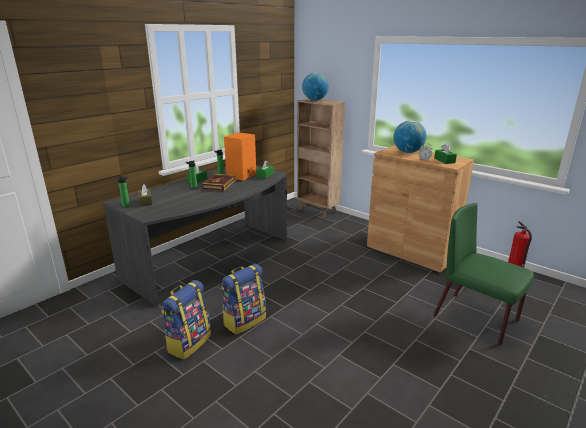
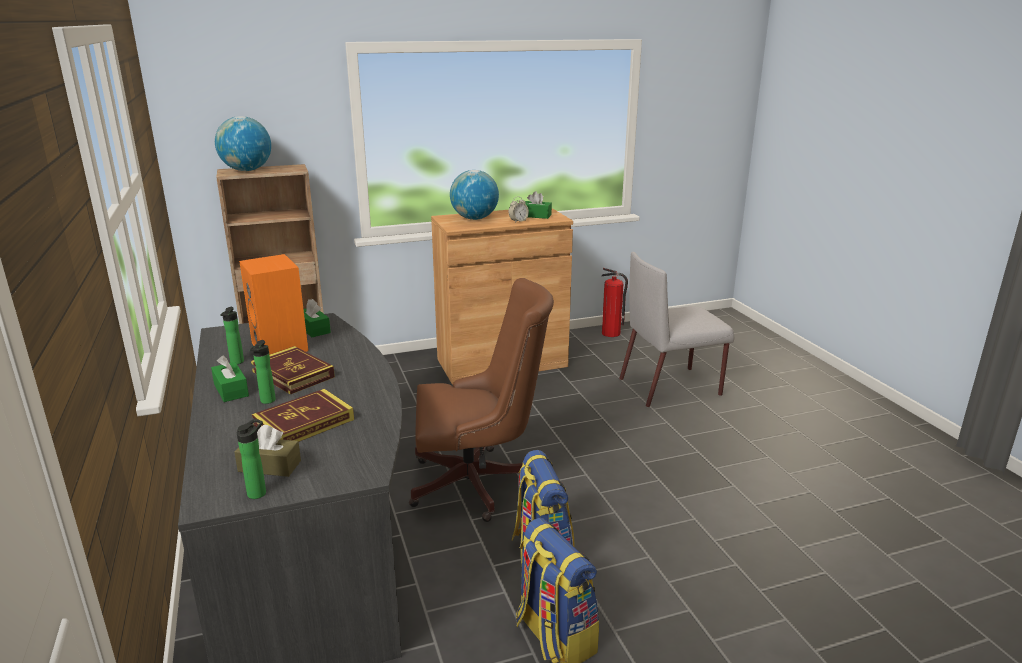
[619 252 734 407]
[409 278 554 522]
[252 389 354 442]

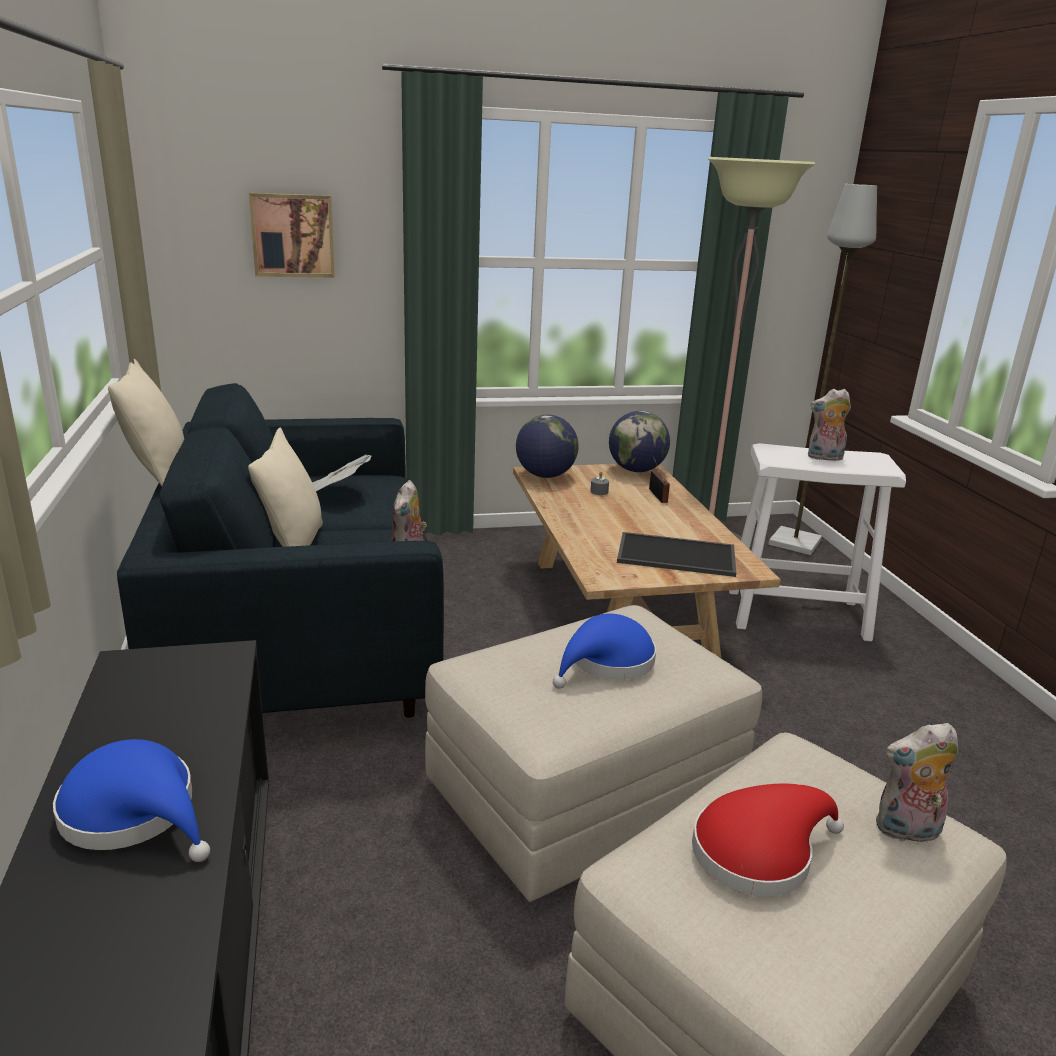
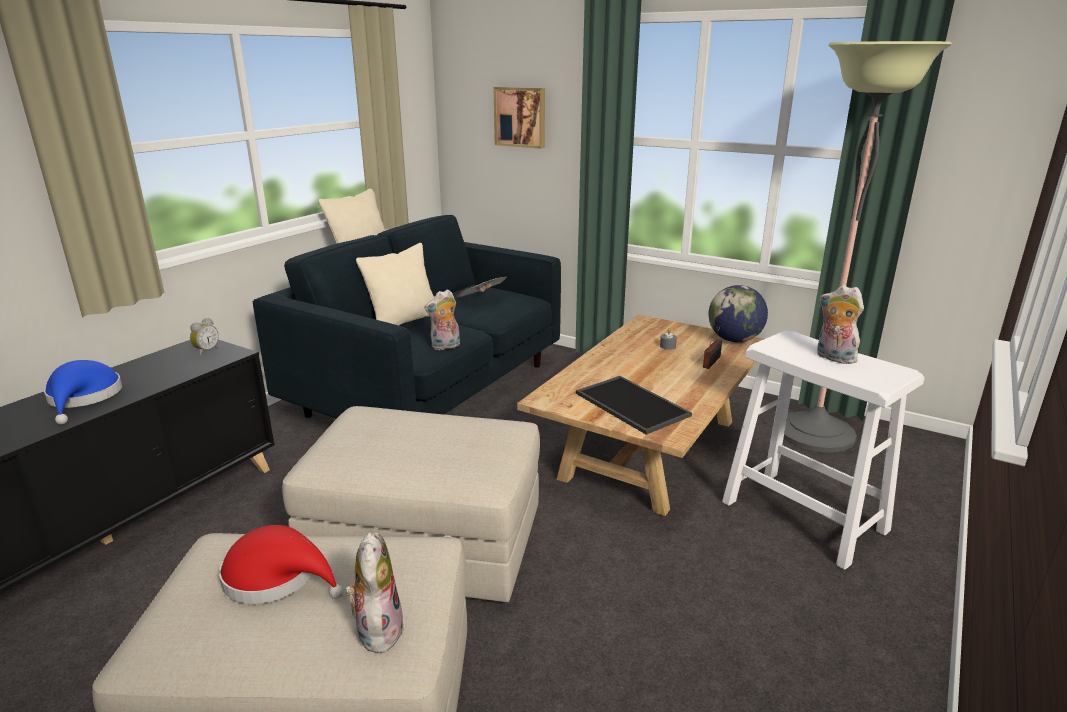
[768 184 877 555] (first image)
[516 415 579 478] (first image)
[553 614 656 689] (first image)
[345 532 404 653]
[190 318 219 356]

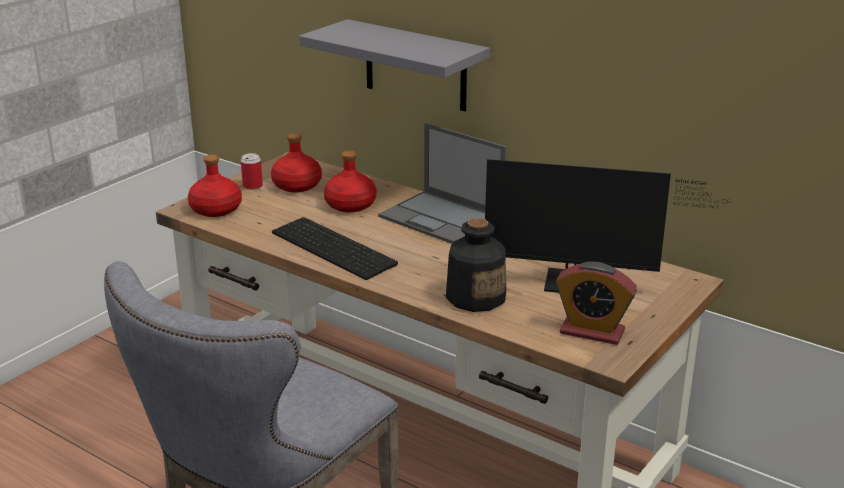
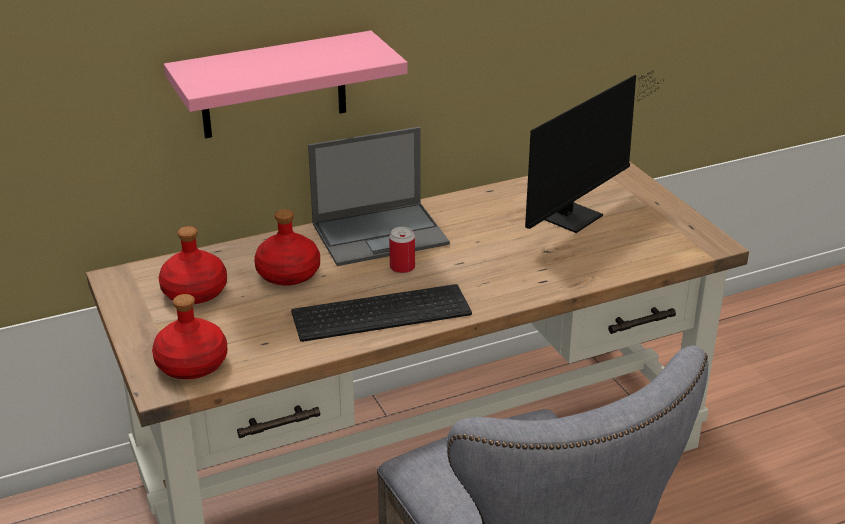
[164 31 408 139]
[389 227 415 273]
[446 218 506 312] (first image)
[556 262 637 345] (first image)

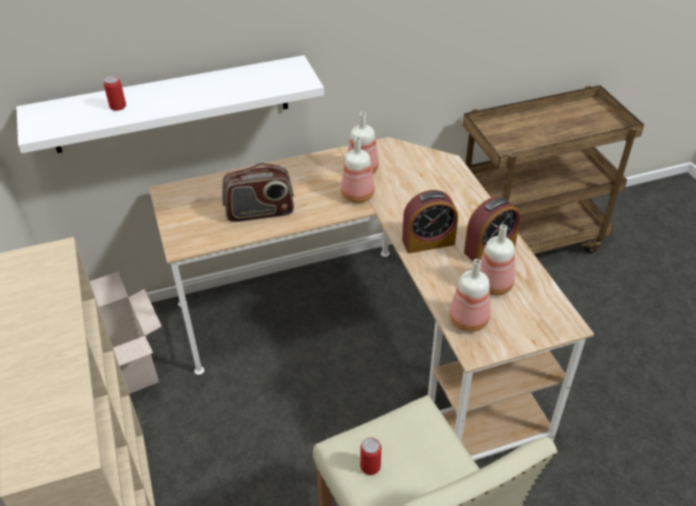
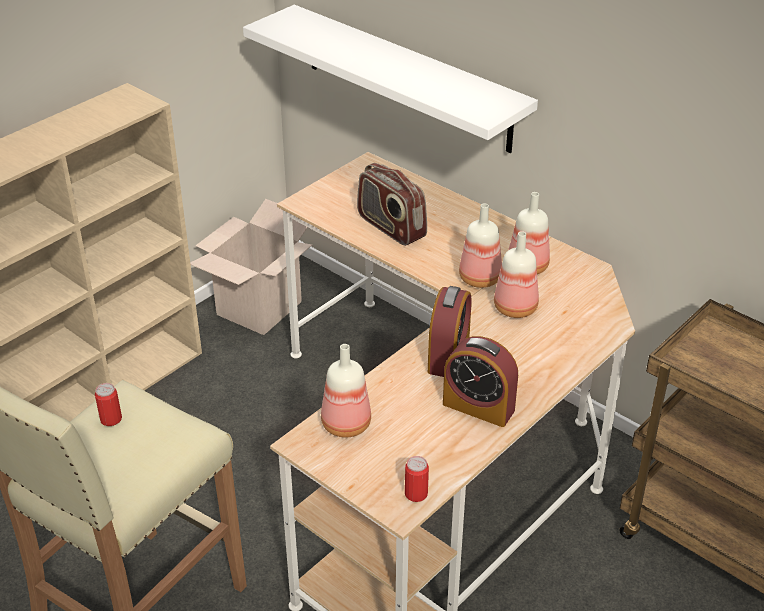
[405 456 429 502]
[428 286 472 377]
[494 231 539 318]

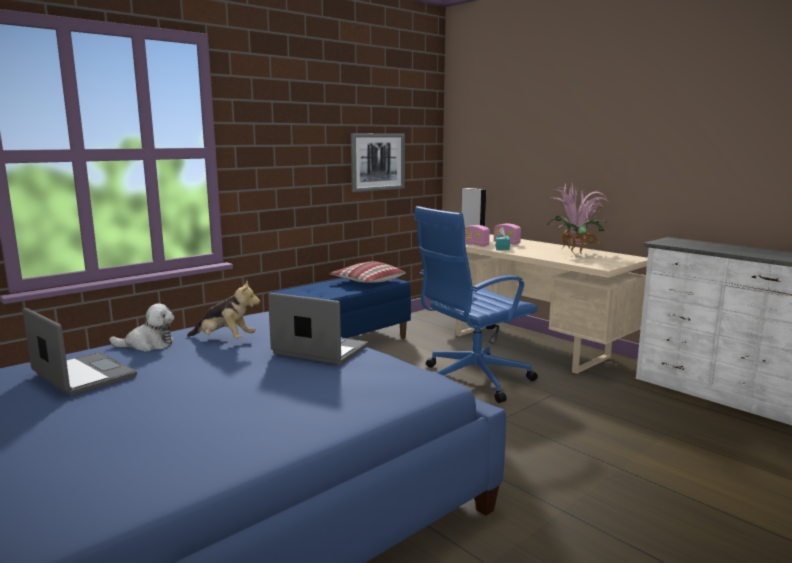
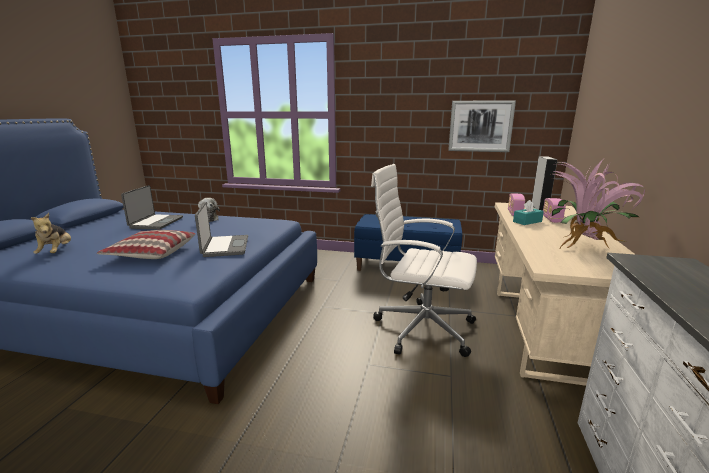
[371 164 477 357]
[97 230 195 259]
[31 213 71 254]

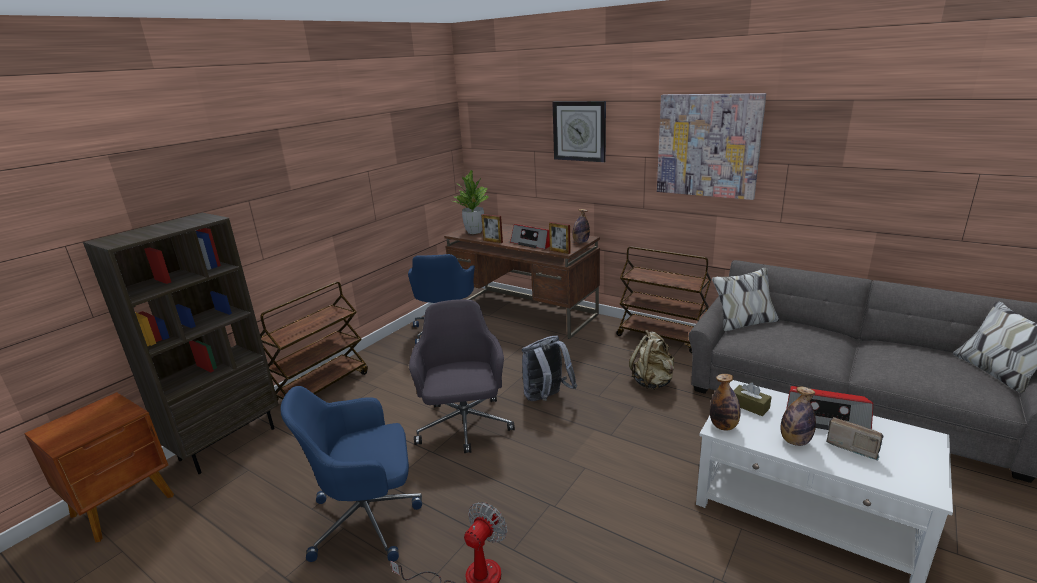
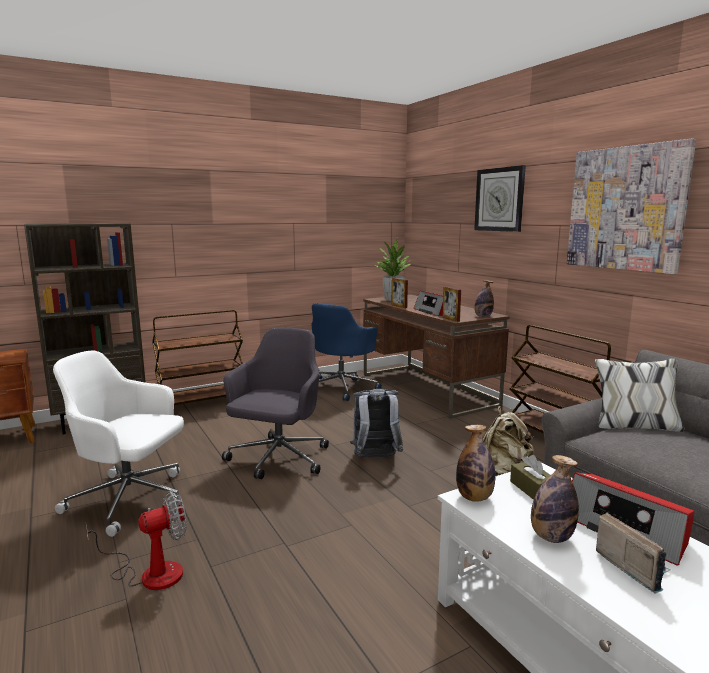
[53 350 184 537]

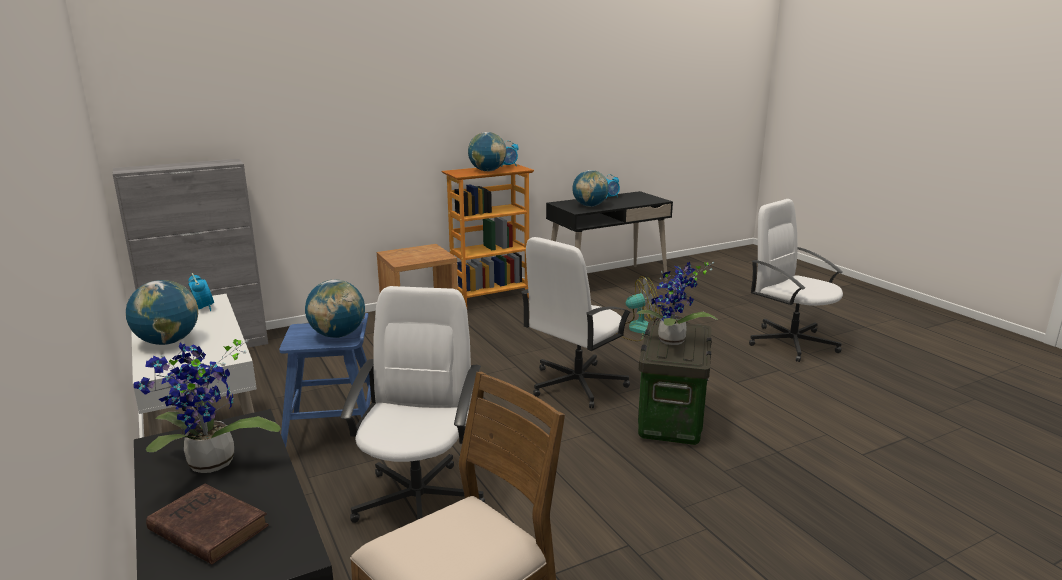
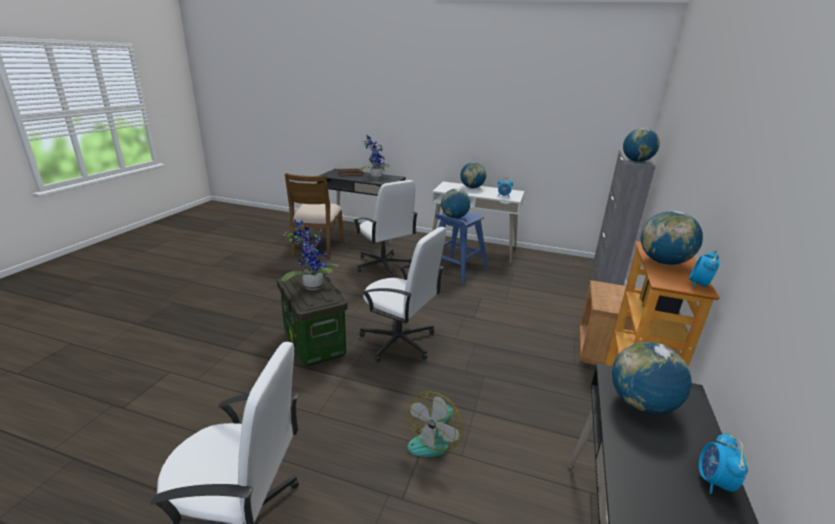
[360 227 446 362]
[623 128 660 162]

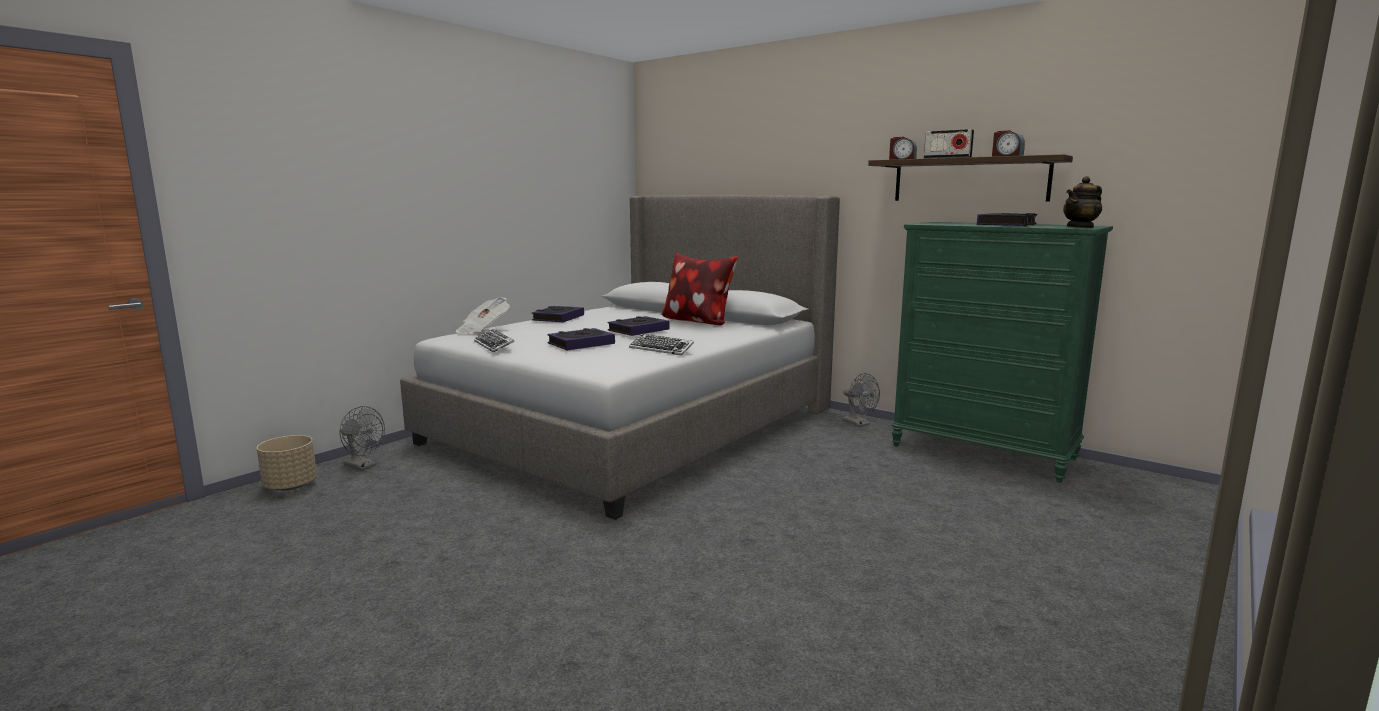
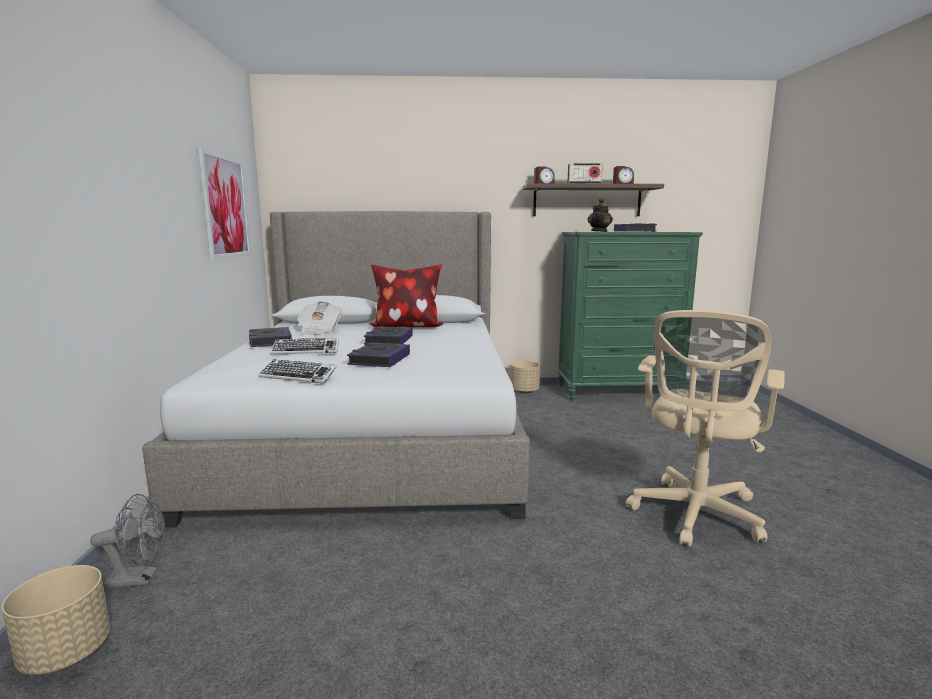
[587 198 613 232]
[297 301 342 335]
[271 338 339 354]
[510 361 540 393]
[198 148 251 260]
[626 310 785 547]

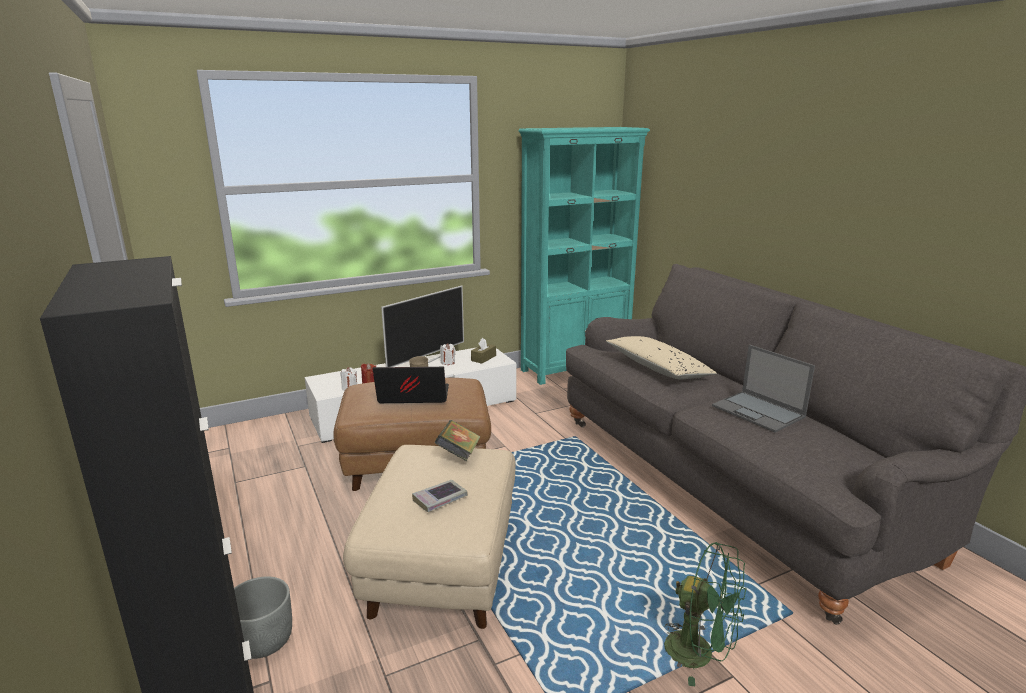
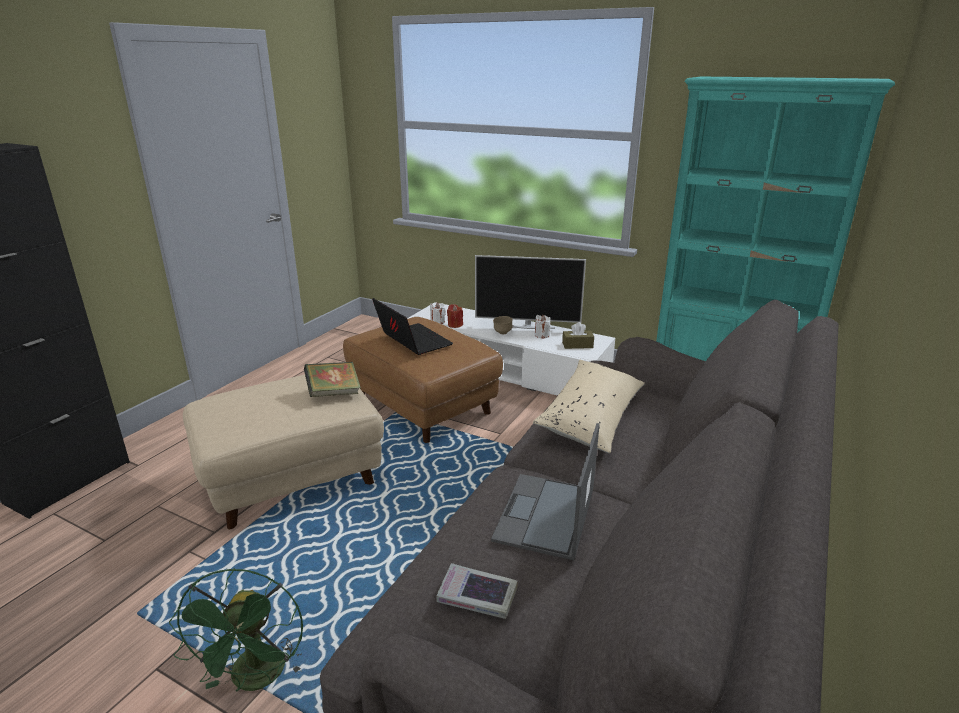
[436 563 518 619]
[234 576 292 659] (first image)

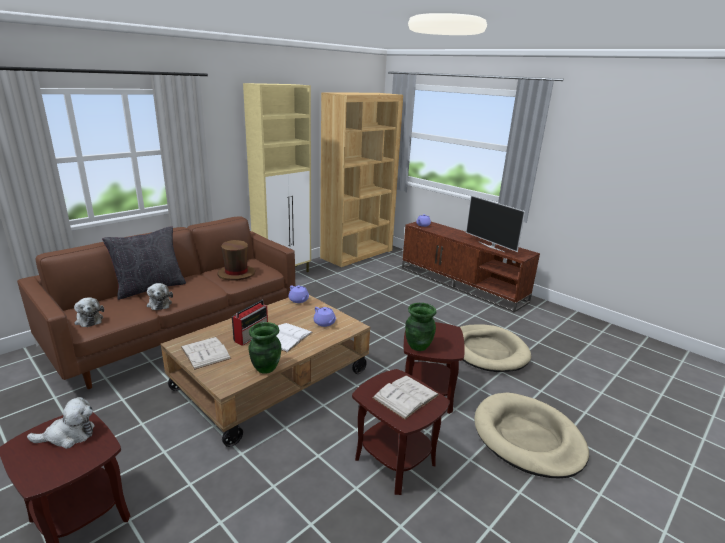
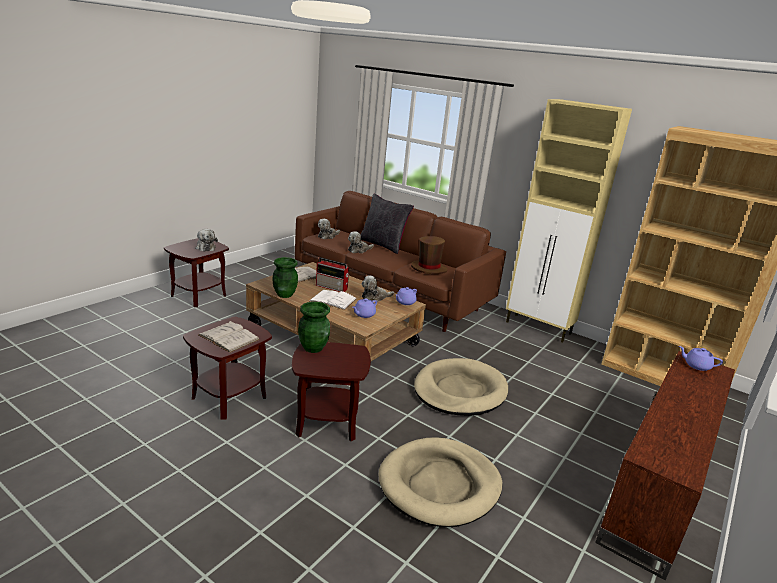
[466 195 525 252] (first image)
[414 358 508 416]
[362 276 394 302]

